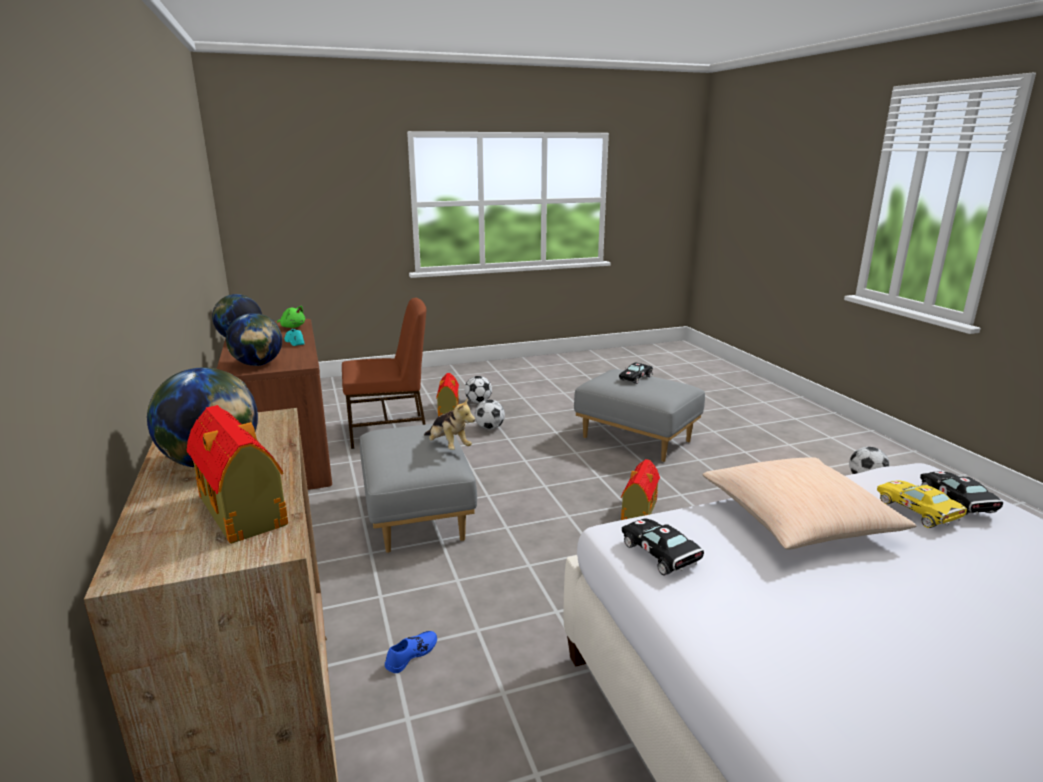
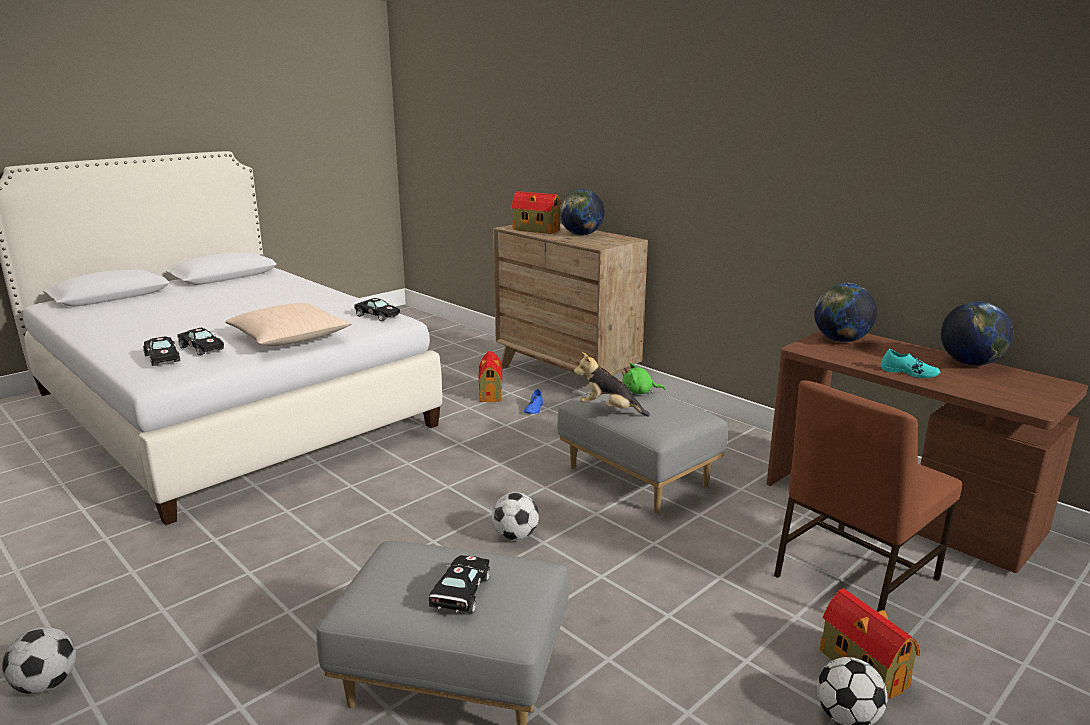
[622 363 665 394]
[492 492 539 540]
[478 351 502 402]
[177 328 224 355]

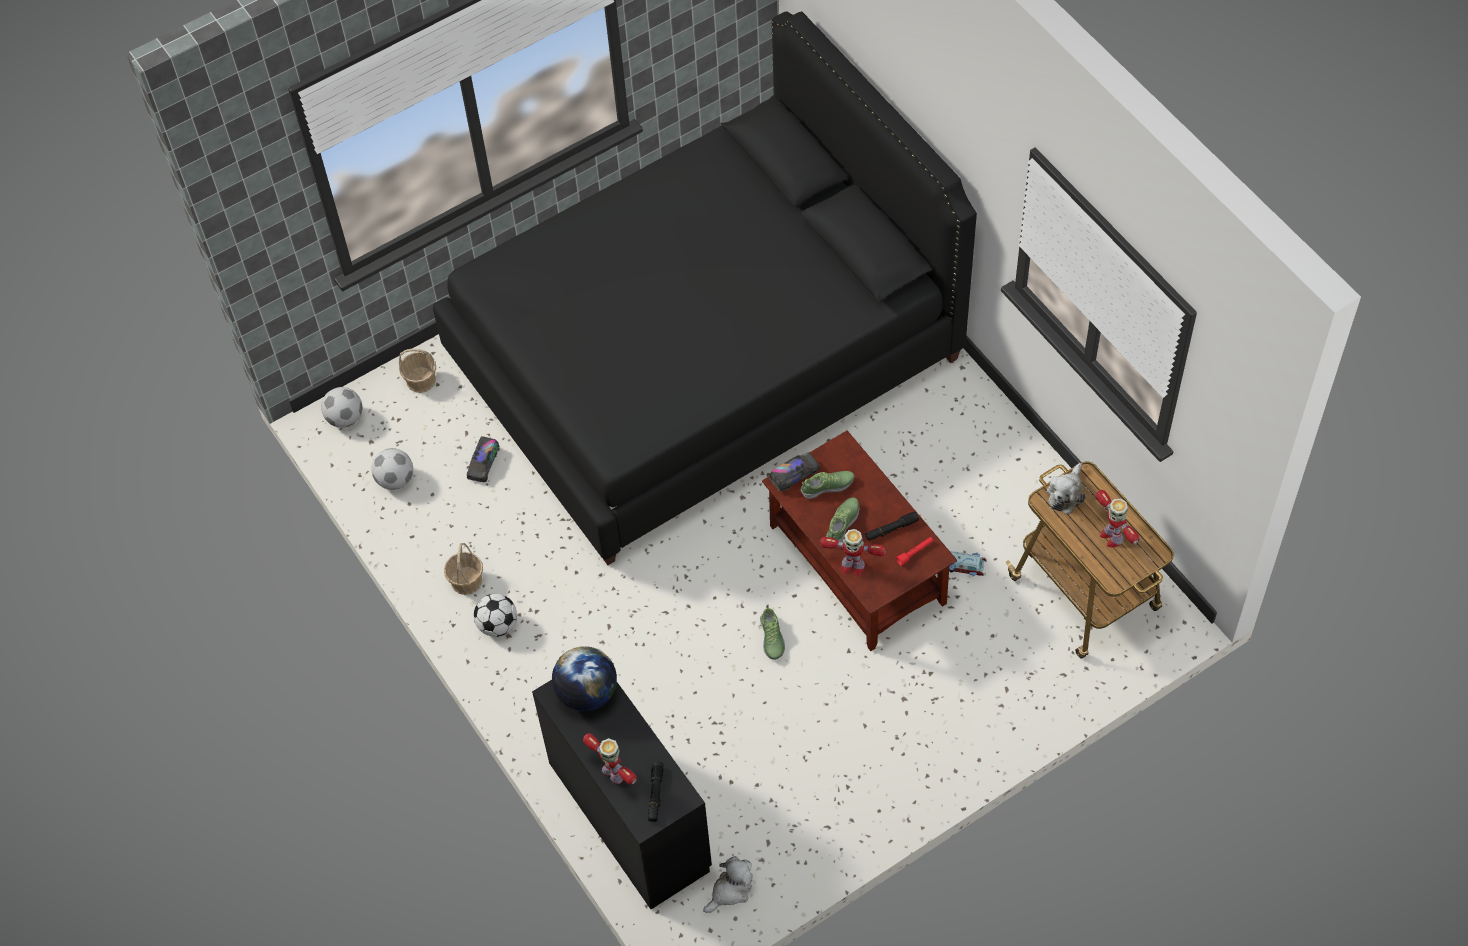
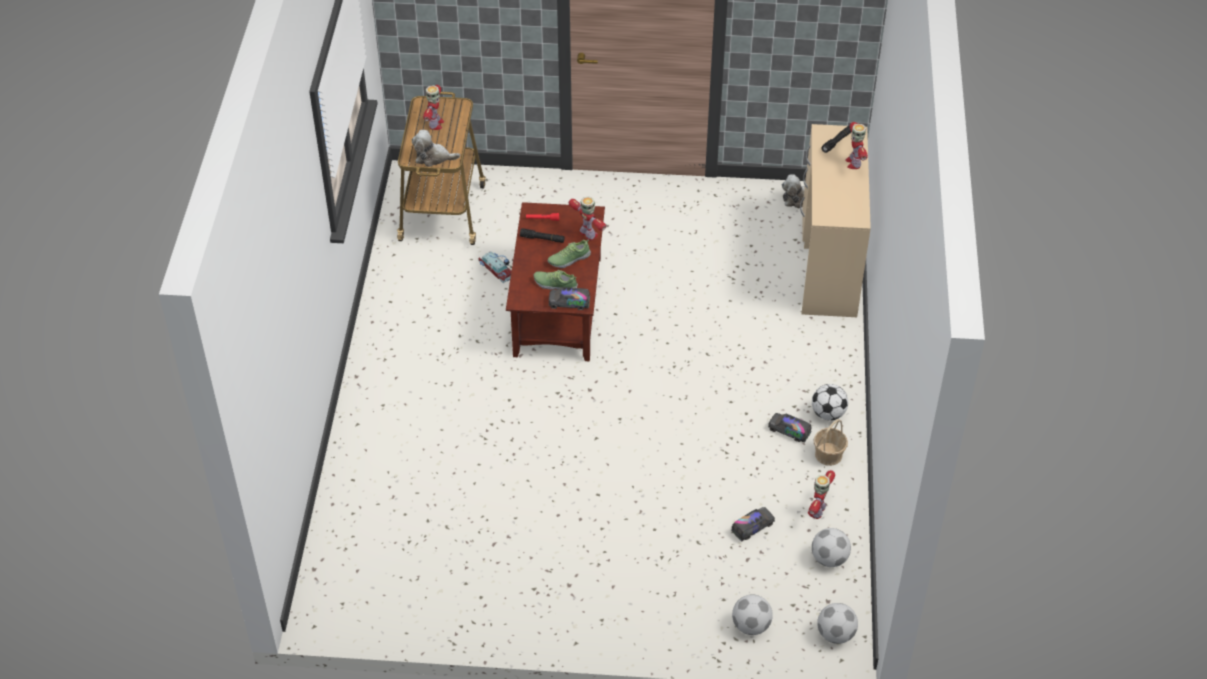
[433 11 977 565] (first image)
[732 594 773 635]
[412 130 460 167]
[760 605 785 660] (first image)
[552 646 617 712] (first image)
[800 124 871 317]
[768 413 812 443]
[808 470 835 519]

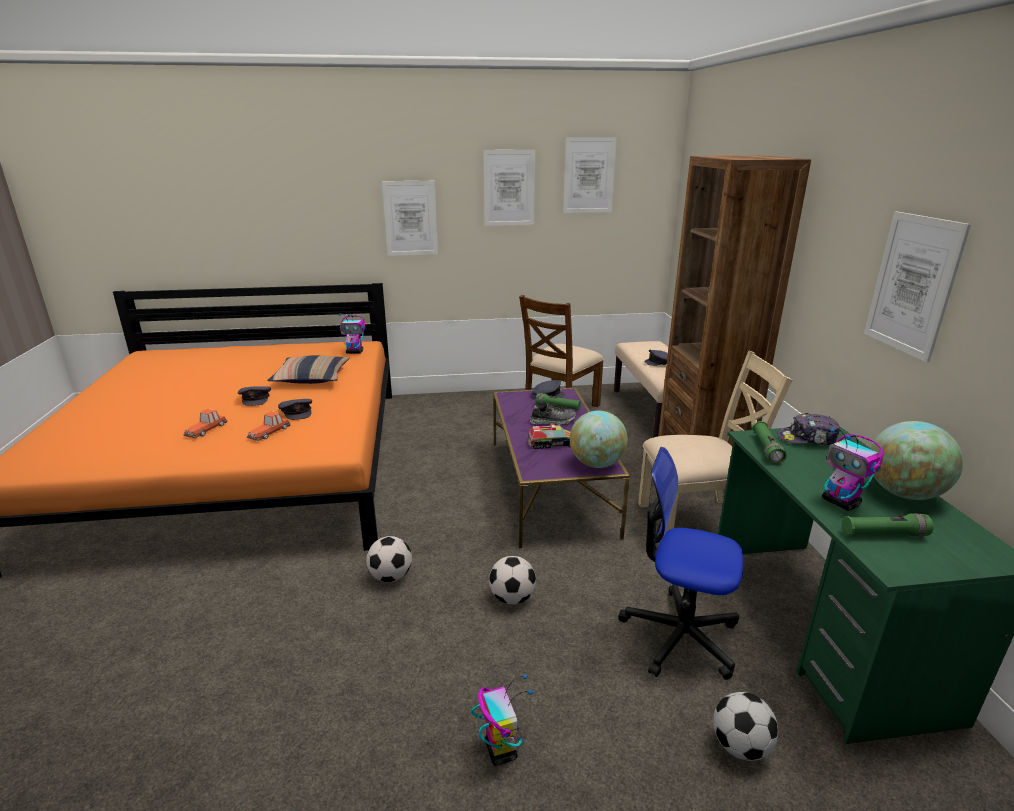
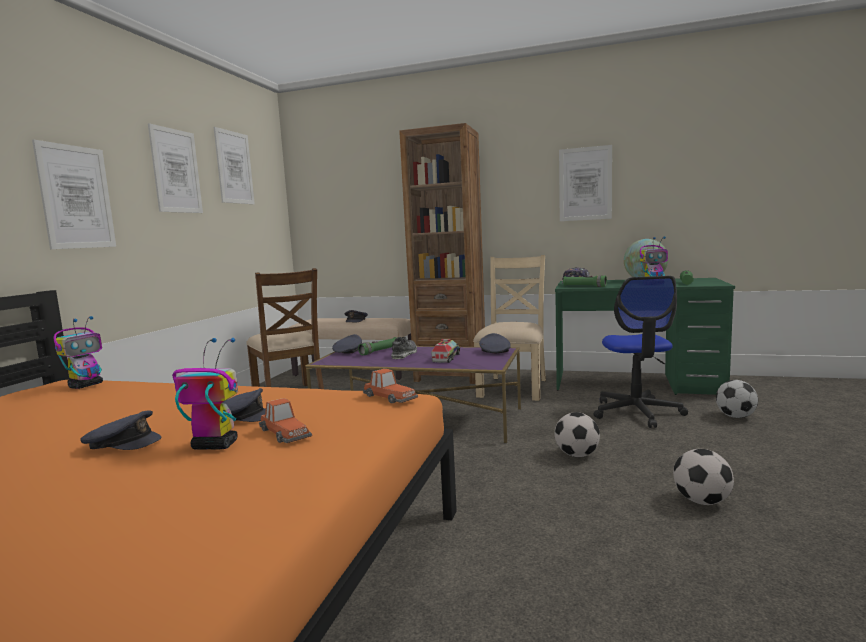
[267 355 350 384] (first image)
[363 369 418 404]
[479 333 511 353]
[593 276 688 428]
[673 449 734 505]
[172 338 238 450]

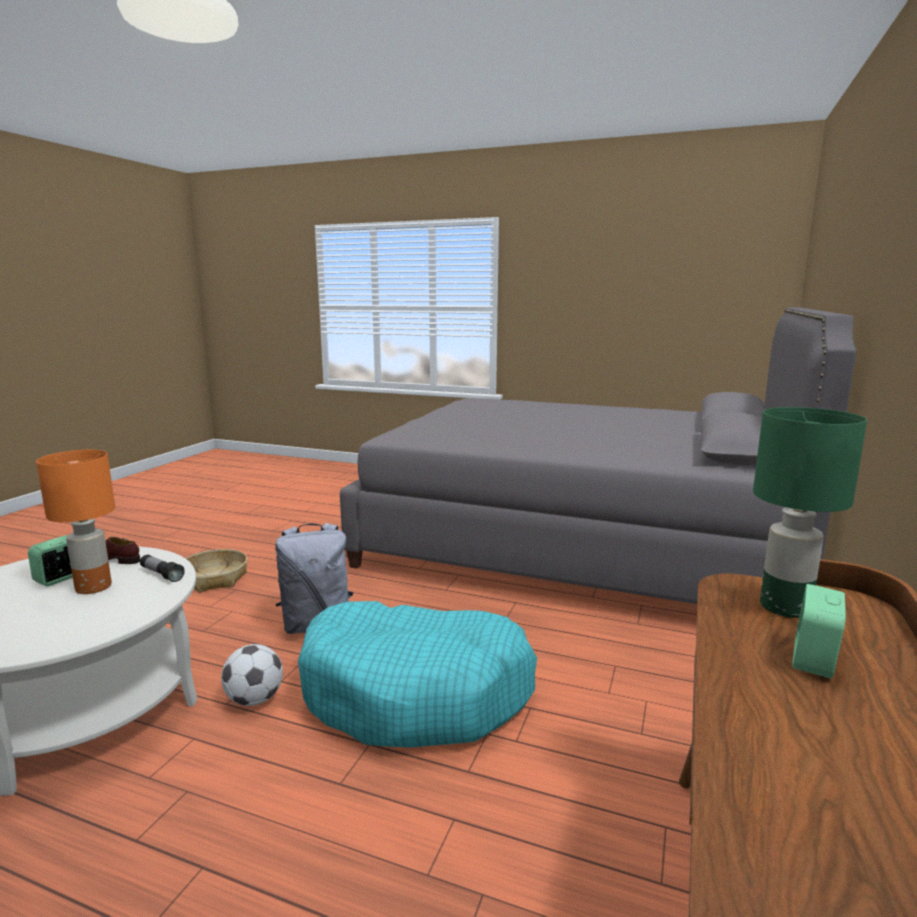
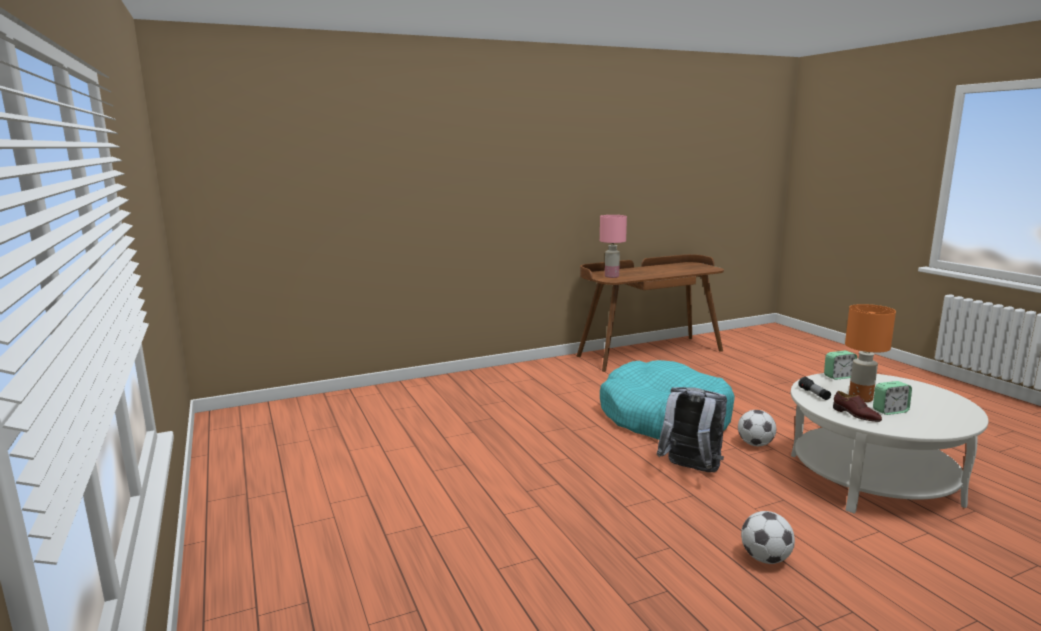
[340 307 856 604] (first image)
[600 215 627 278]
[741 511 795 564]
[824 351 857 380]

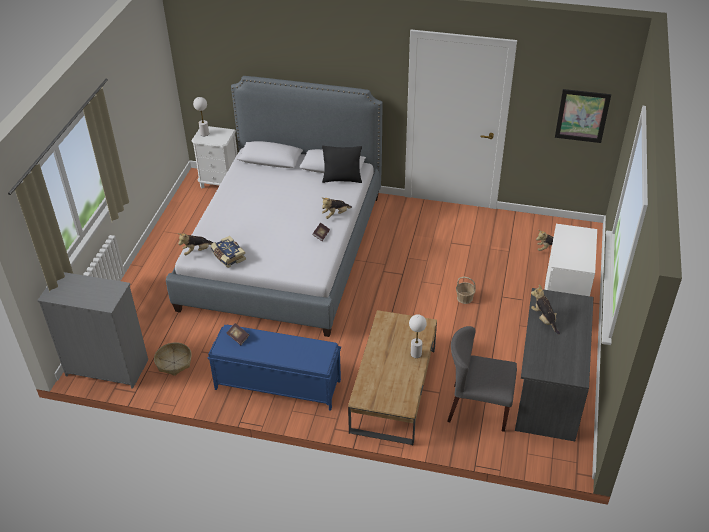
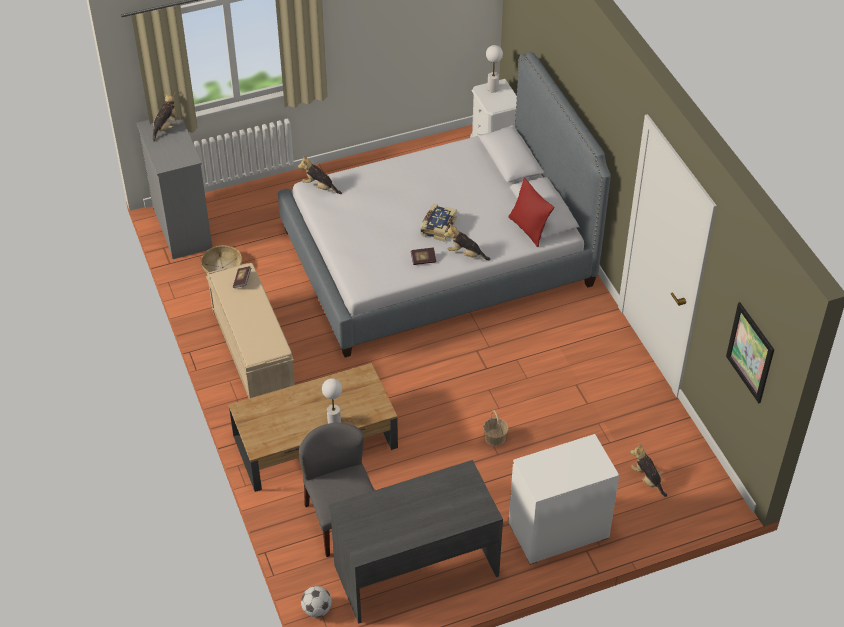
[508 178 554 247]
[420 204 457 242]
[153 93 181 141]
[206 263 295 398]
[301 586 332 617]

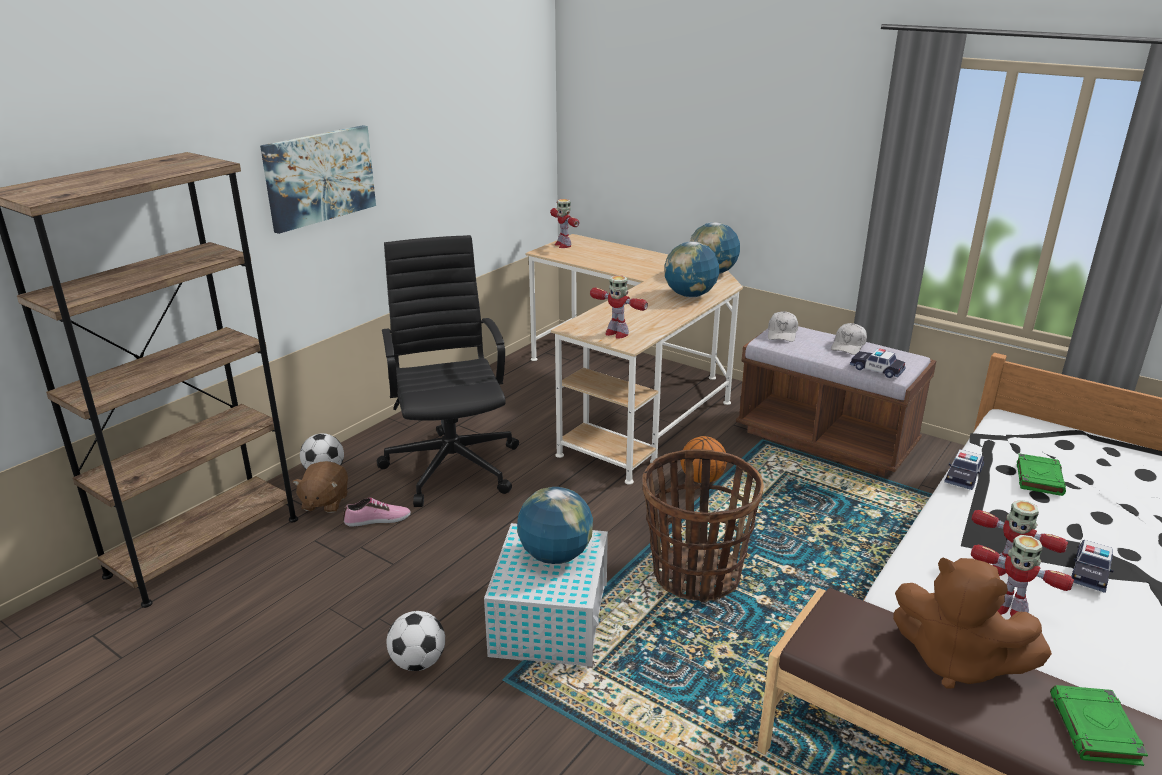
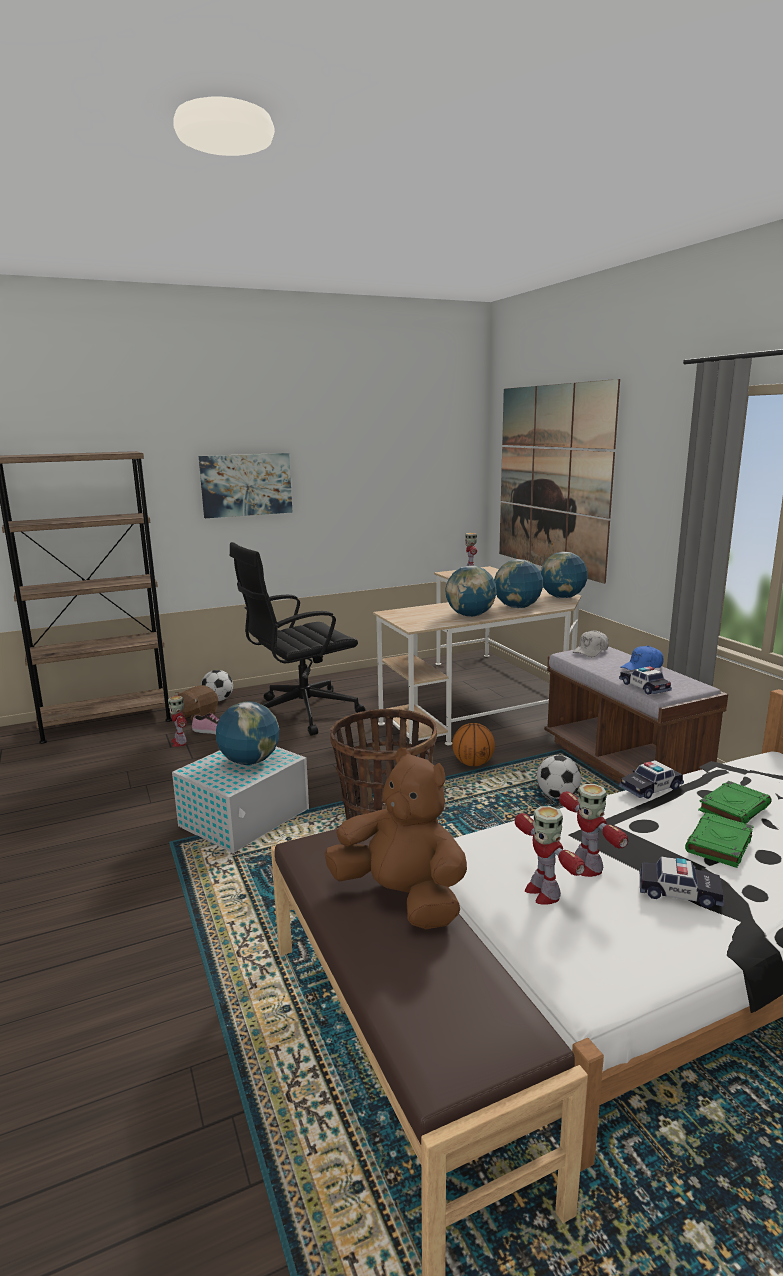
[230 542 365 736]
[168 696 187 747]
[620 646 663 670]
[640 856 724 908]
[324 748 467 929]
[537 755 581 799]
[685 813 753 868]
[499 379 620 584]
[445 565 497 617]

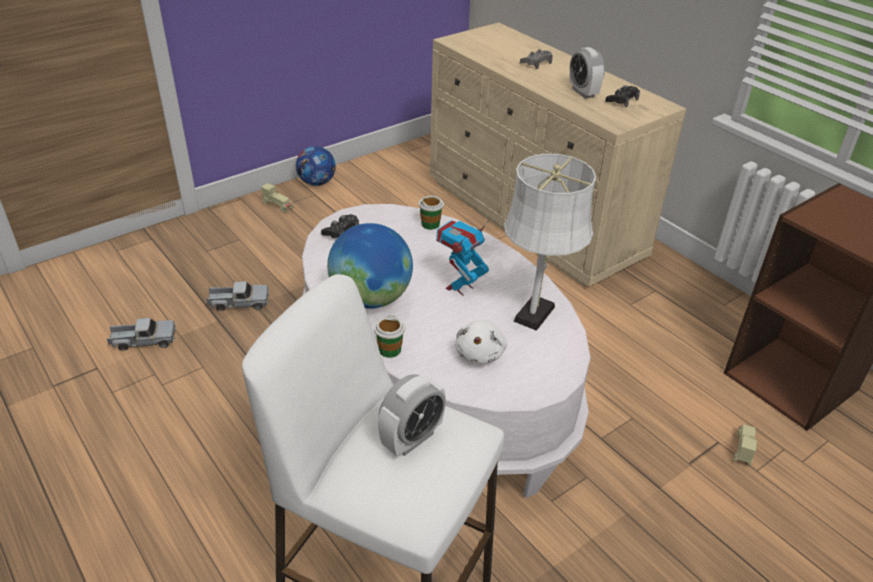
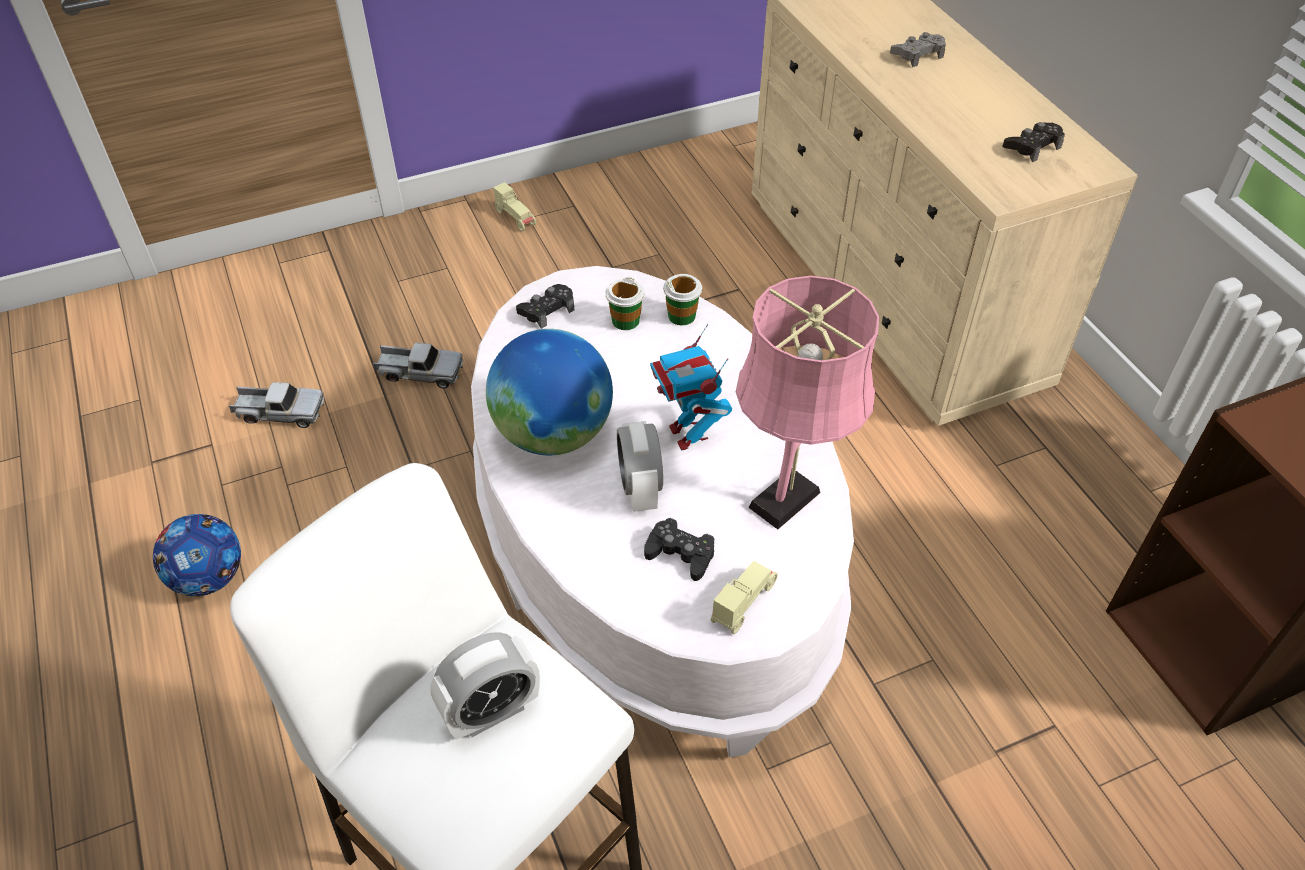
[617 421 663 512]
[153 514 241 596]
[736 276 880 529]
[650 324 732 451]
[606 277 644 330]
[644 518 715 581]
[711 561 778 634]

